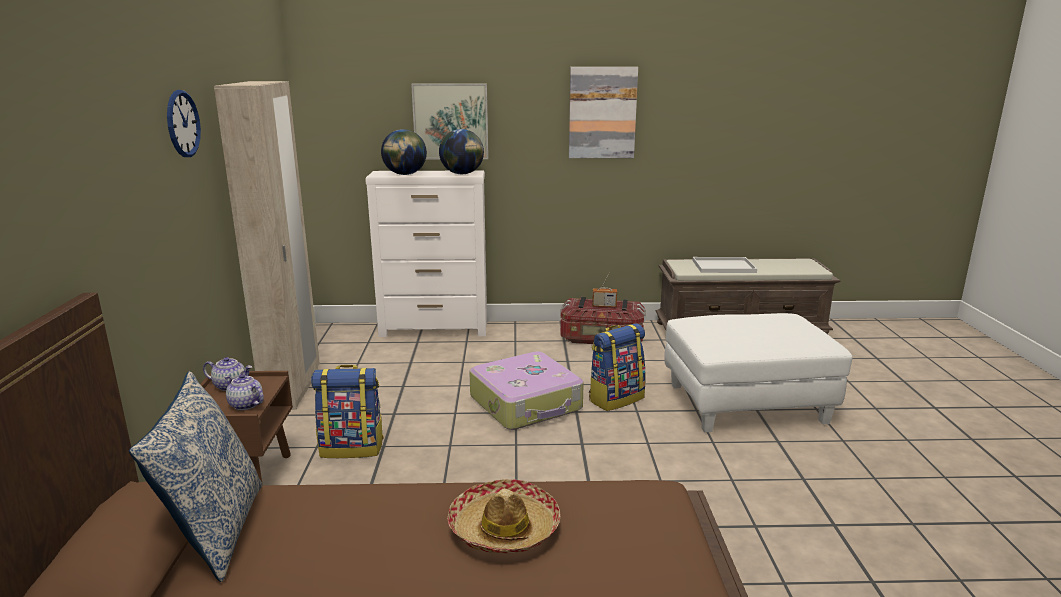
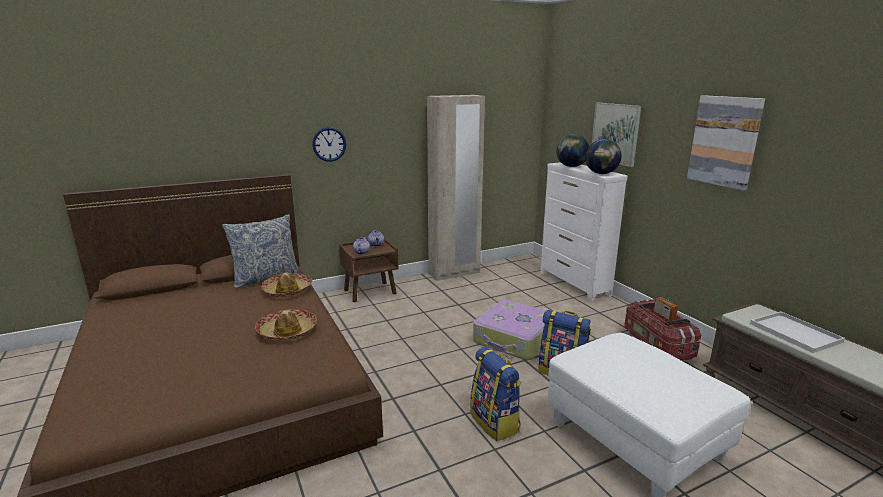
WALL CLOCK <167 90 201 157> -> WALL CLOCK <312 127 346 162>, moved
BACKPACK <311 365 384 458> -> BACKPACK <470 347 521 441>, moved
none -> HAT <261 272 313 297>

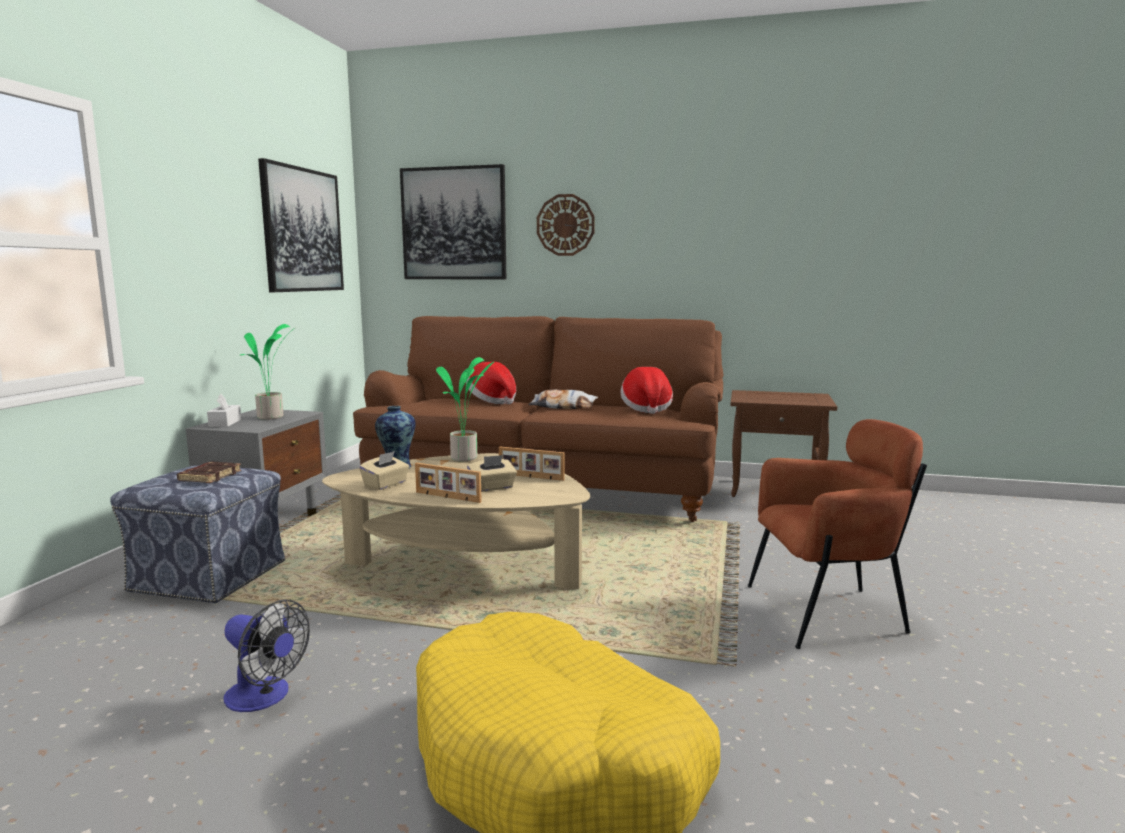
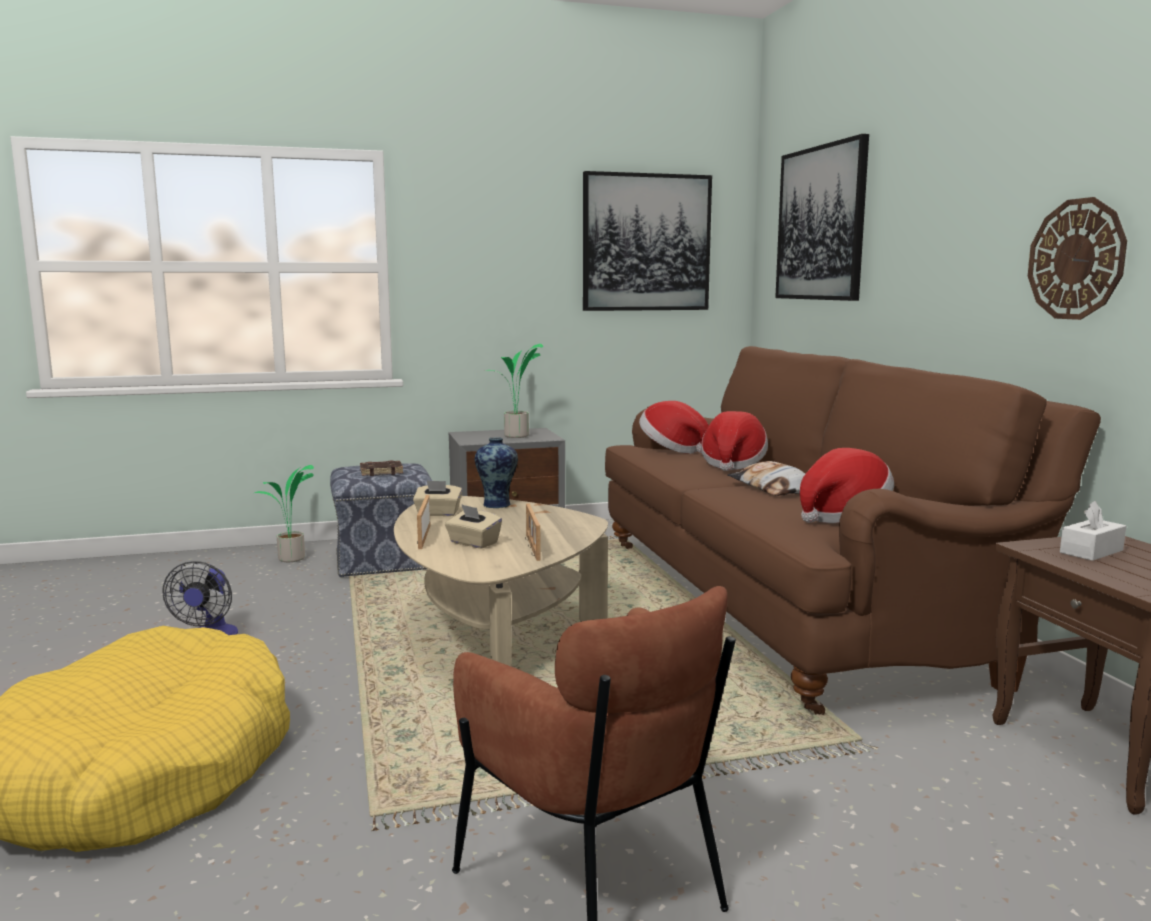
WHITE TISSUE BOX <207 394 241 427> -> WHITE TISSUE BOX <1060 501 1126 561>, moved
POTTED PLANT <436 357 494 461> -> POTTED PLANT <254 465 314 562>, moved
WALL CLOCK <537 194 595 256> -> WALL CLOCK <1028 197 1127 320>, moved
none -> HAT <639 401 709 454>

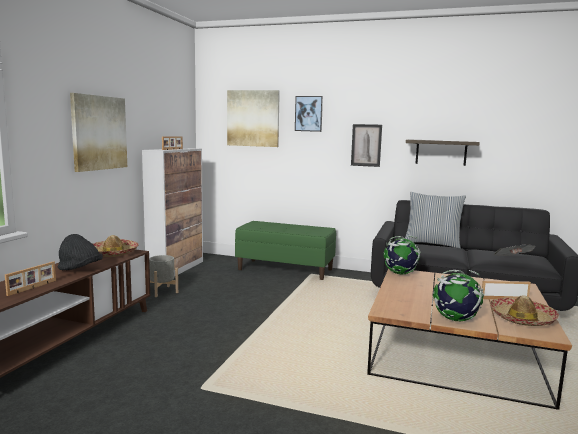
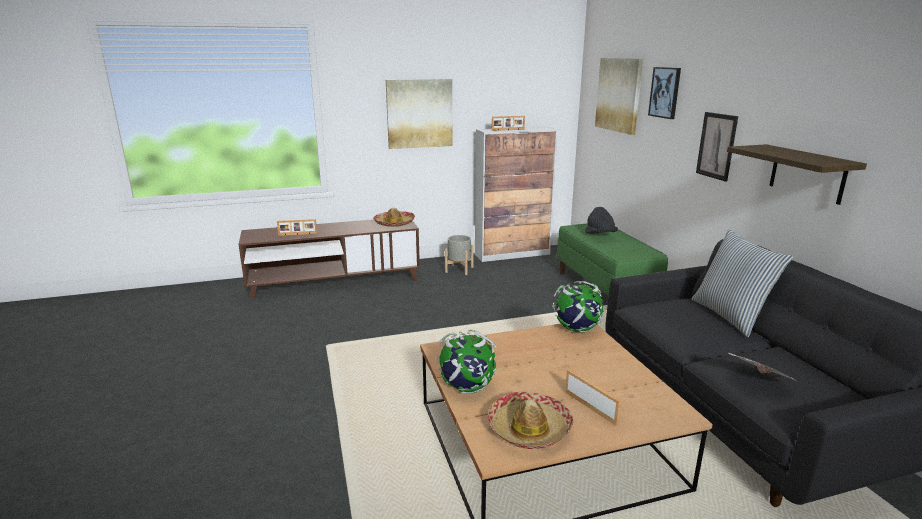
BLACK HAT <58 234 103 270> -> BLACK HAT <585 207 618 234>, moved

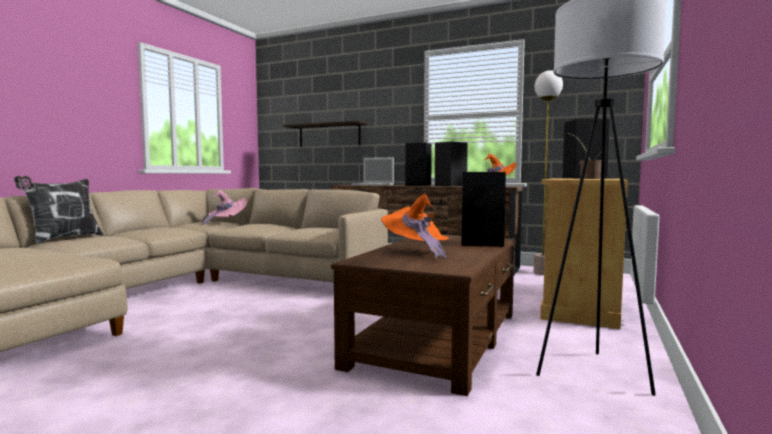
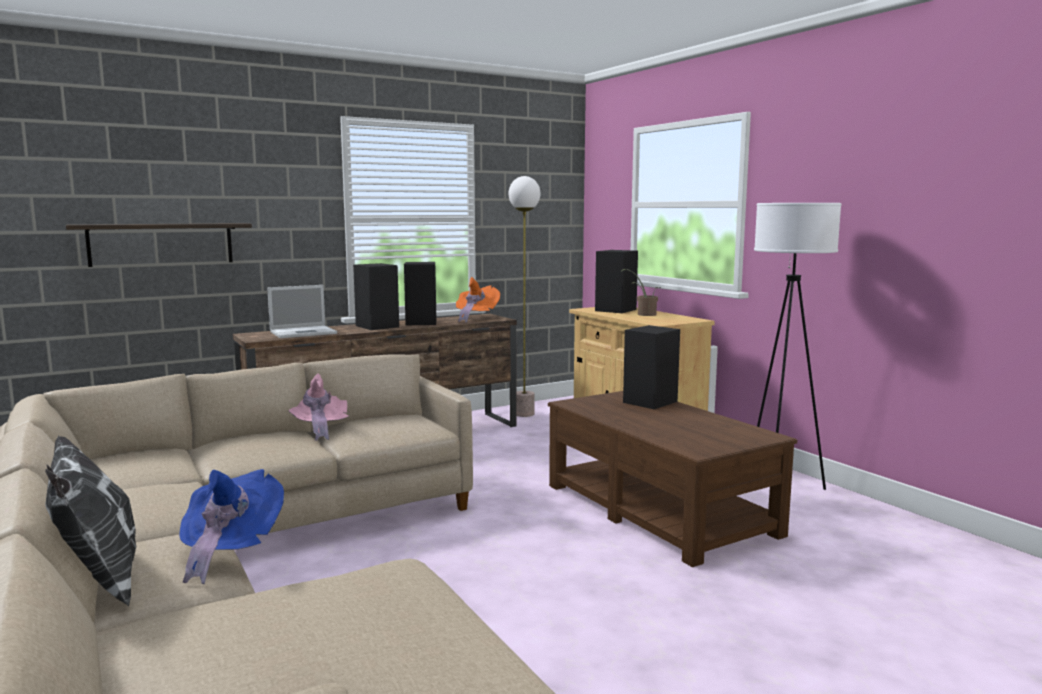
PINK HAT <202 190 247 226> -> PINK HAT <289 374 348 441>, moved
ORANGE HAT <381 194 449 259> -> none
none -> BLUE HAT <179 469 284 584>

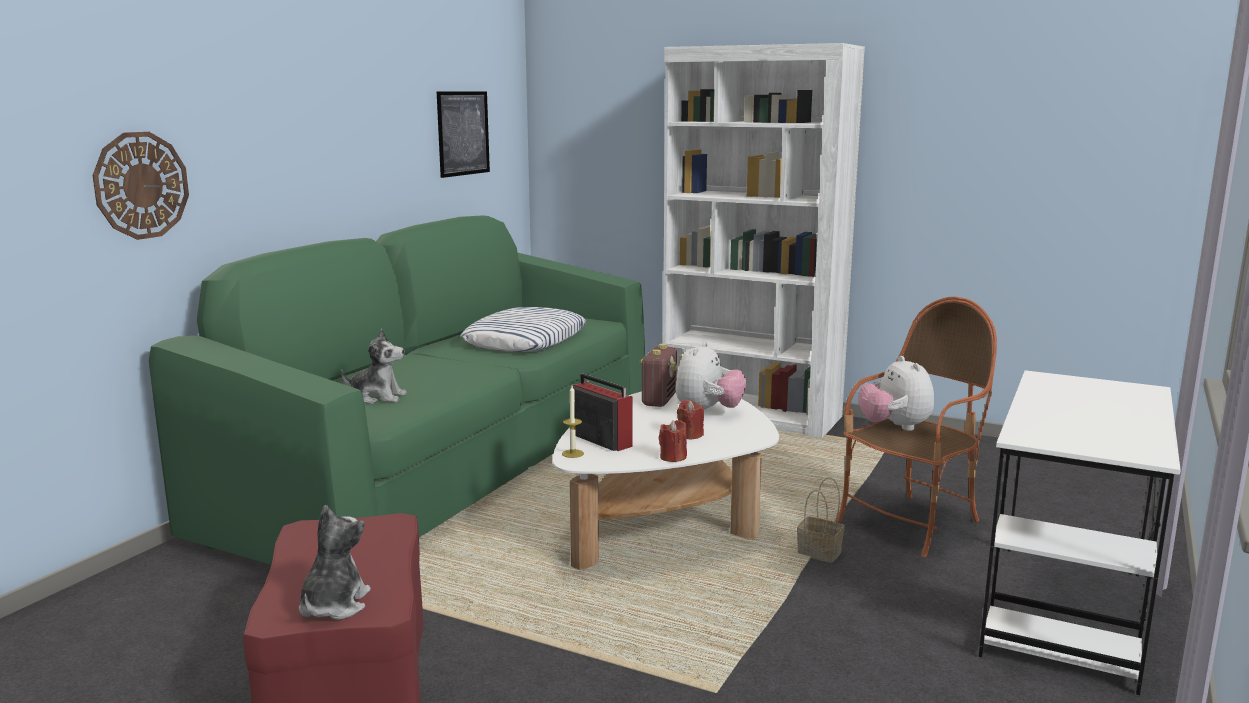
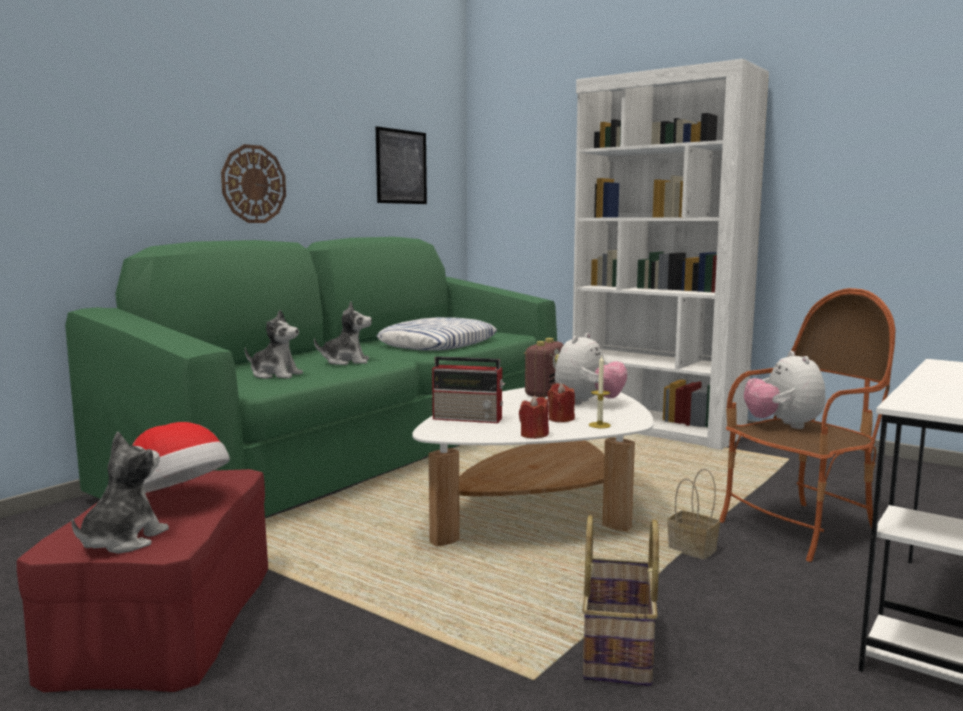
WALL CLOCK <93 132 189 240> -> WALL CLOCK <221 144 286 223>, moved
CANDLE <562 386 584 458> -> CANDLE <589 356 611 428>, moved
RADIO <573 374 633 451> -> RADIO <432 356 505 423>, 135 degrees clockwise
none -> HAT <132 422 230 493>
none -> PLUSH TOY <314 301 372 365>
none -> BASKET <582 515 659 686>

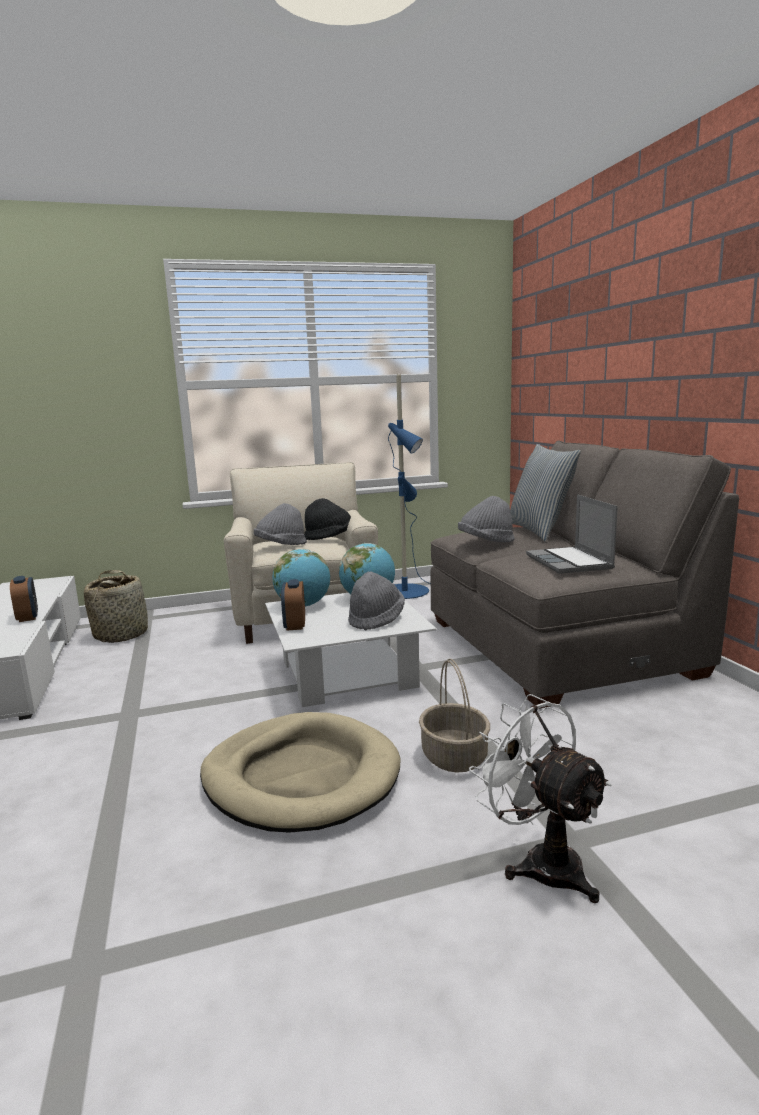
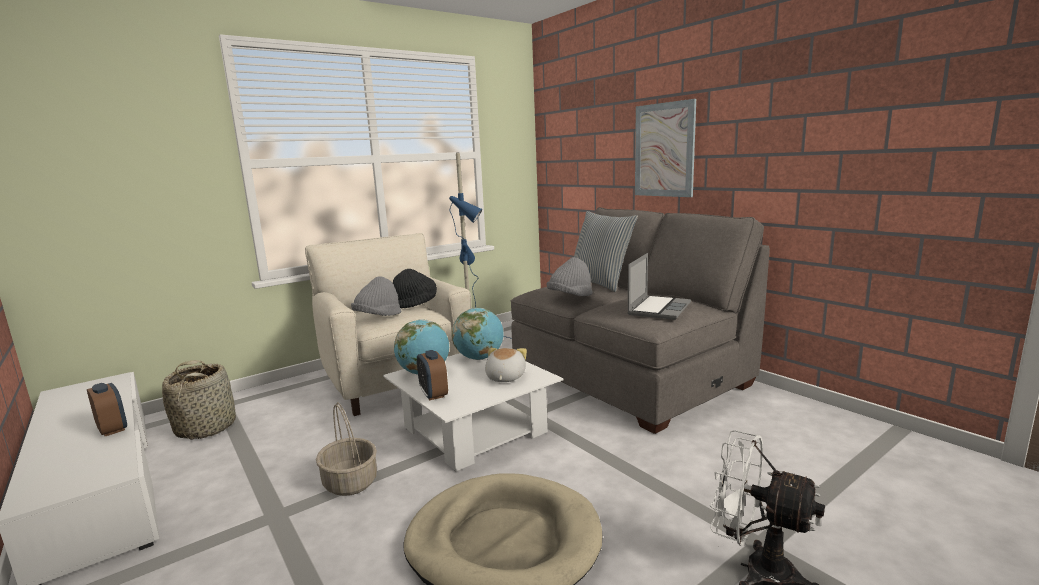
GREY HAT <348 571 405 630> -> PLUSH TOY <485 348 527 382>
BASKET <419 658 490 773> -> BASKET <316 402 377 496>, moved
LAPTOP <526 494 618 574> -> LAPTOP <627 253 691 320>, 120 degrees counterclockwise
none -> PICTURE <635 99 696 197>

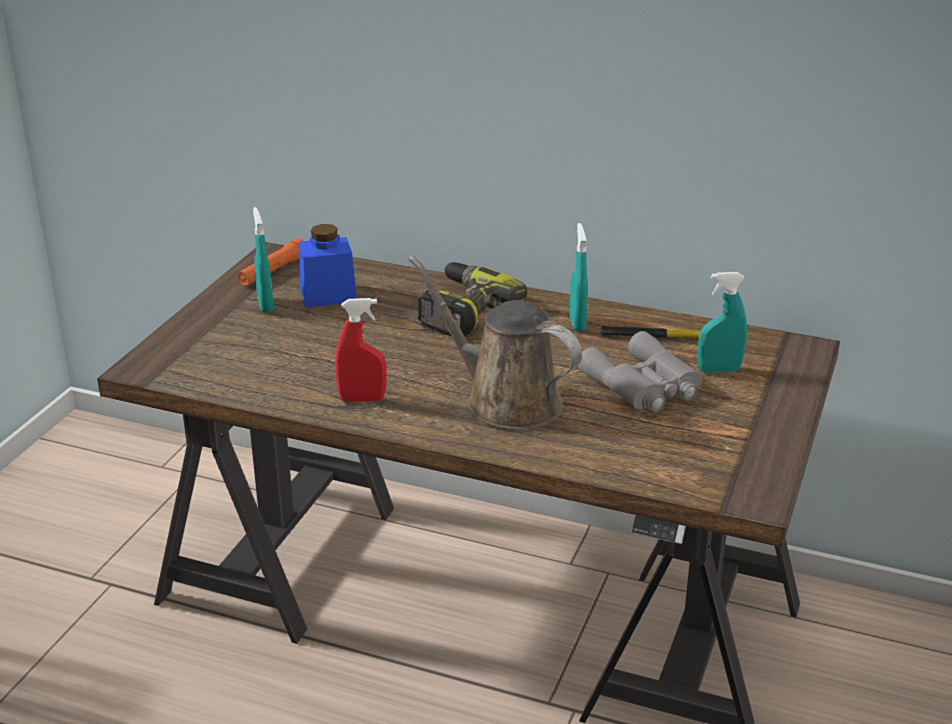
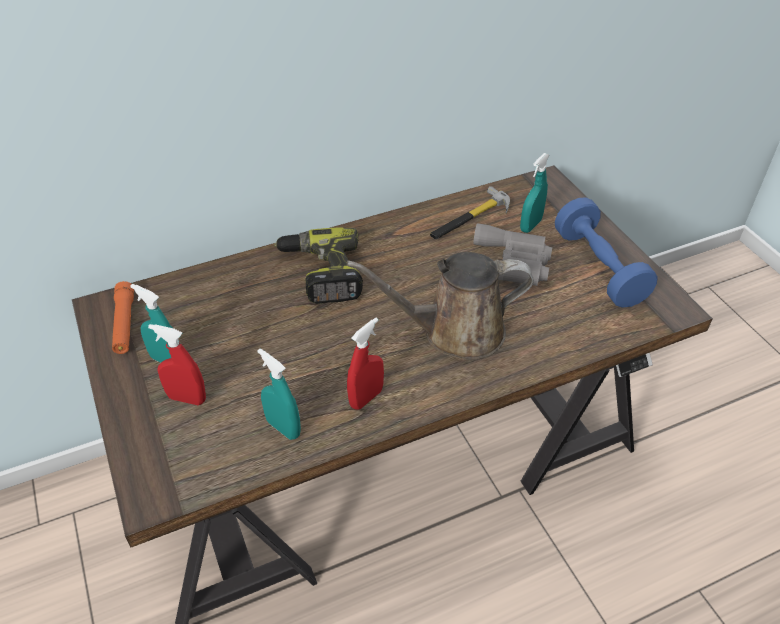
BLUE JAR <299 224 357 308> -> none
TURQUOISE SPRAY BOTTLE <570 223 588 331> -> TURQUOISE SPRAY BOTTLE <257 349 301 440>, moved
none -> RED SPRAY BOTTLE <148 324 206 405>
none -> BLUE DUMBBELL <555 197 658 308>

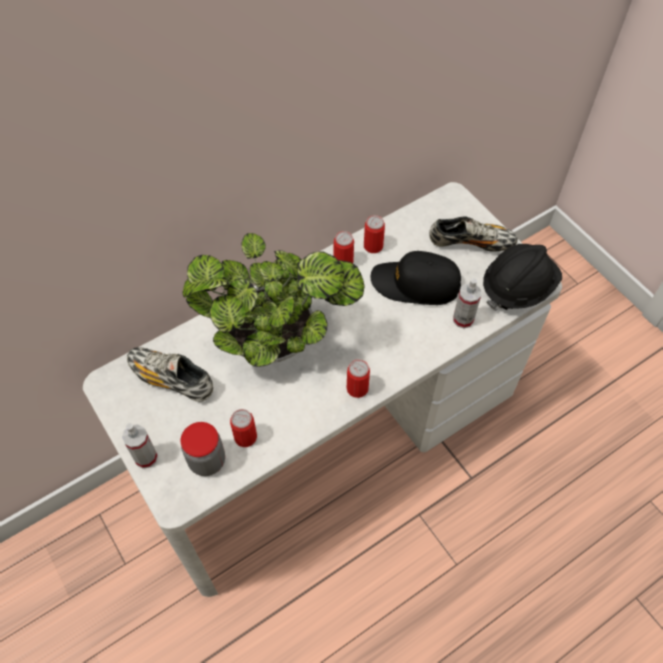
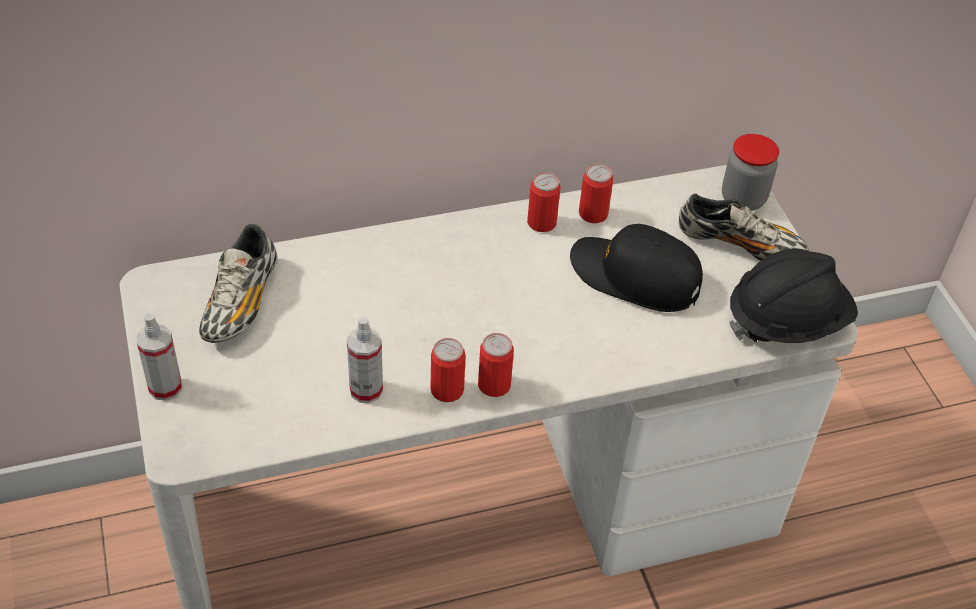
SHOE <127 347 213 402> -> SHOE <199 224 278 343>, 120 degrees counterclockwise
JAR <181 422 225 476> -> JAR <722 134 779 211>, moved
POTTED PLANT <182 233 365 367> -> none
CAN <230 409 257 447> -> CAN <430 338 466 402>, moved
SPRAY BOTTLE <453 278 481 328> -> SPRAY BOTTLE <347 316 383 403>, moved

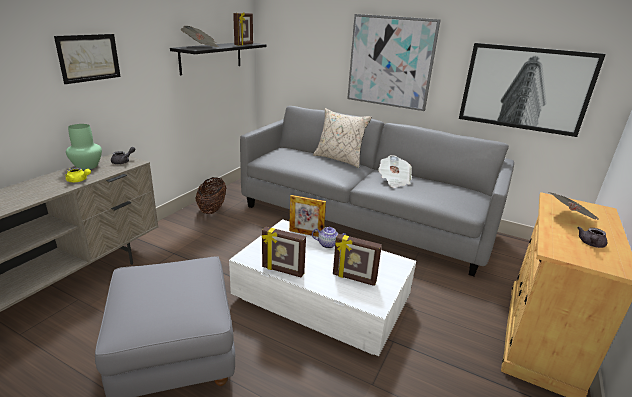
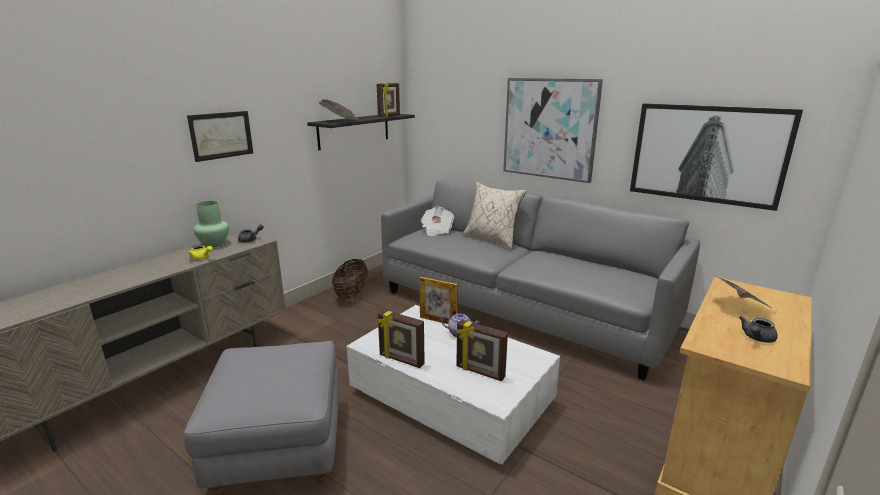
NEWSPAPER <378 155 412 188> -> NEWSPAPER <421 207 454 236>, moved

